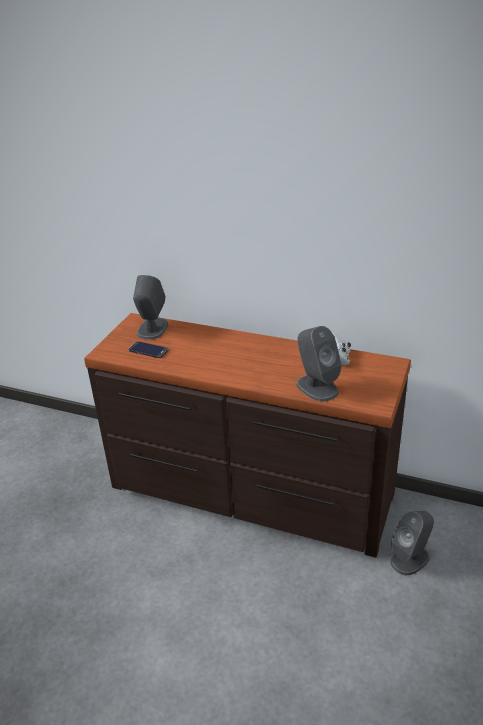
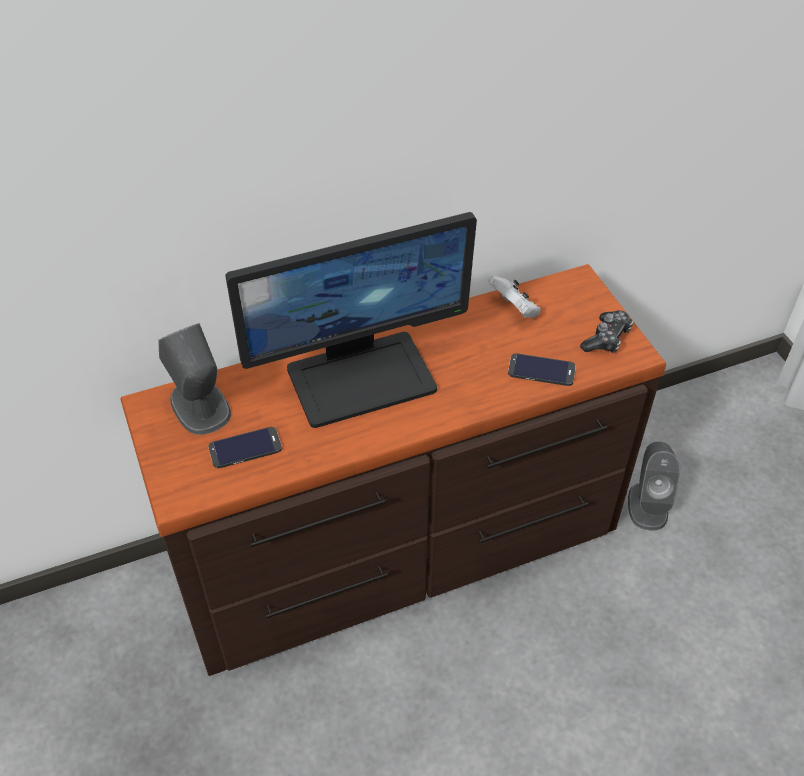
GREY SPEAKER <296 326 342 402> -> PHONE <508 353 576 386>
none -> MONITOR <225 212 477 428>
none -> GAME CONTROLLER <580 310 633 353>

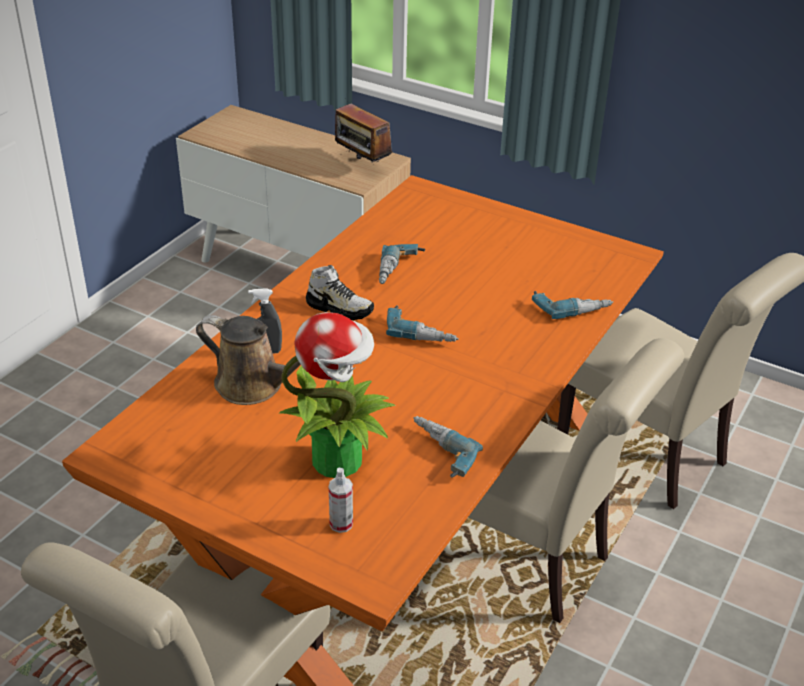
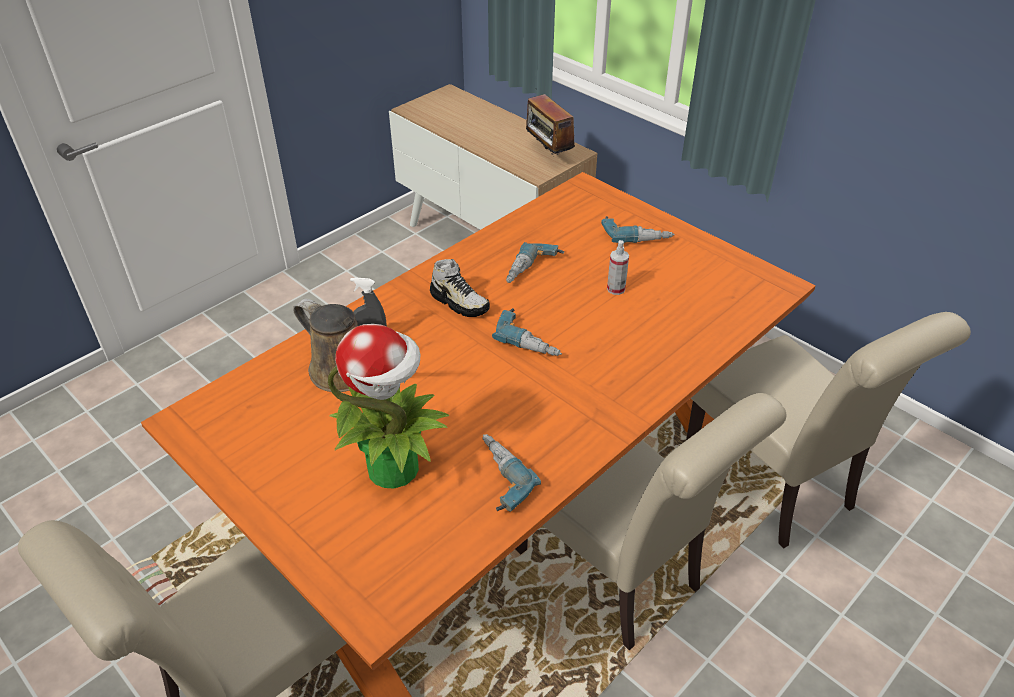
SPRAY BOTTLE <329 468 353 533> -> SPRAY BOTTLE <607 240 629 295>, moved
POWER DRILL <532 291 613 319> -> POWER DRILL <601 216 674 243>, moved

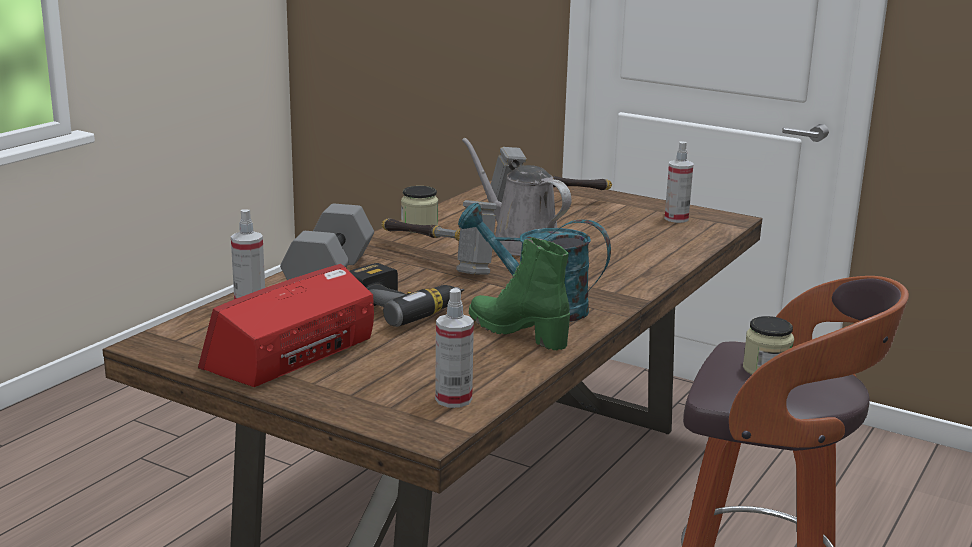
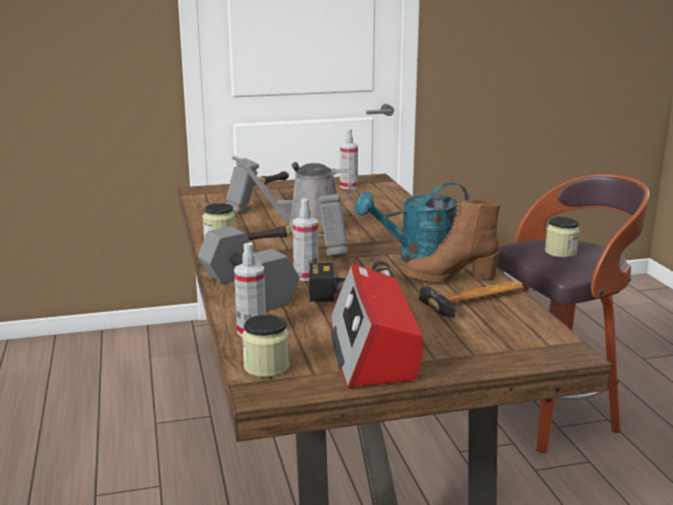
SPRAY BOTTLE <435 288 474 408> -> SPRAY BOTTLE <293 198 318 281>, moved
GREEN BOOT <469 238 570 350> -> BROWN BOOT <405 200 500 283>
none -> JAR <242 314 290 377>
none -> HAMMER <419 281 524 318>

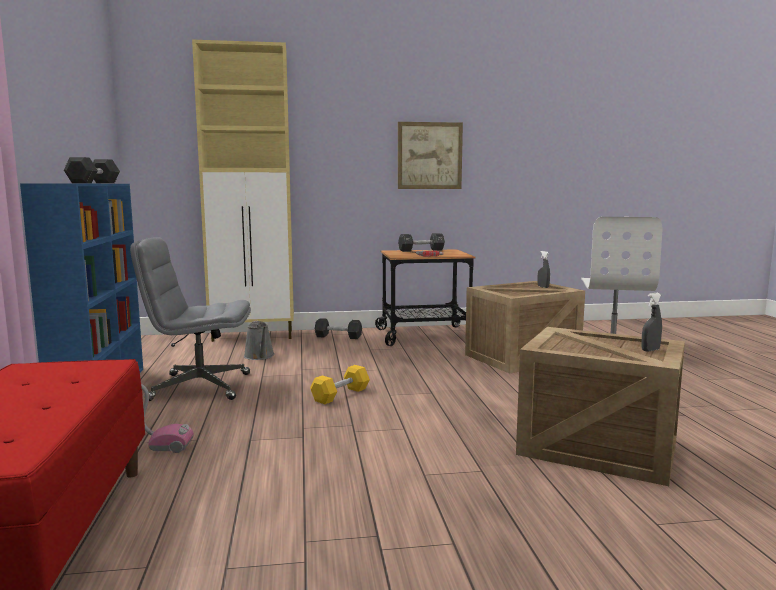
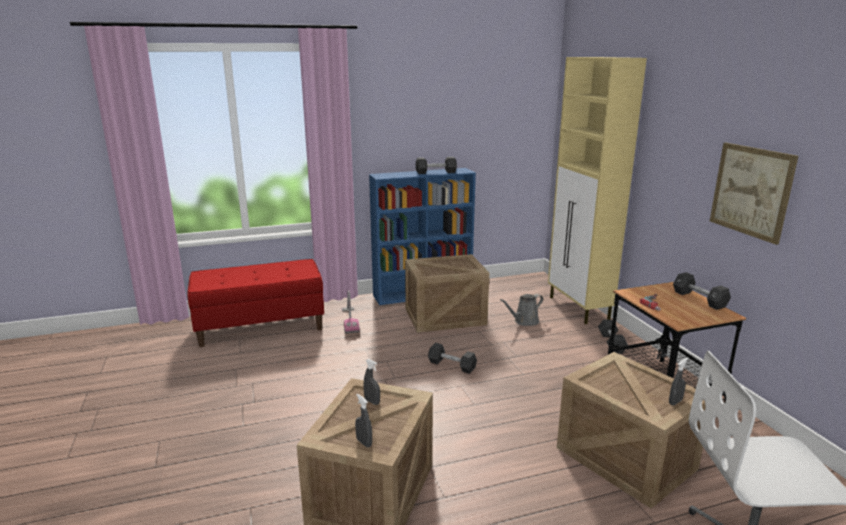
GREY OFFICE CHAIR <130 237 251 401> -> CRATE <405 254 489 333>
YELLOW DUMBBELL <310 365 370 404> -> BLACK DUMBBELL <428 343 477 374>
none -> GREY SPRAY BOTTLE <364 359 380 405>

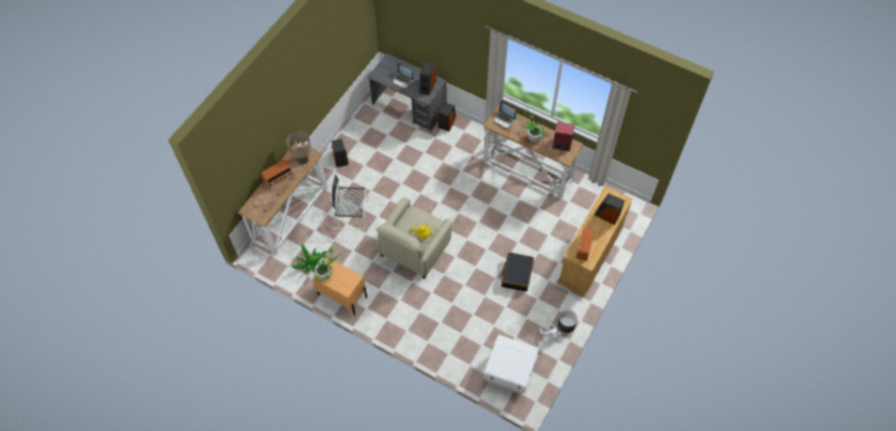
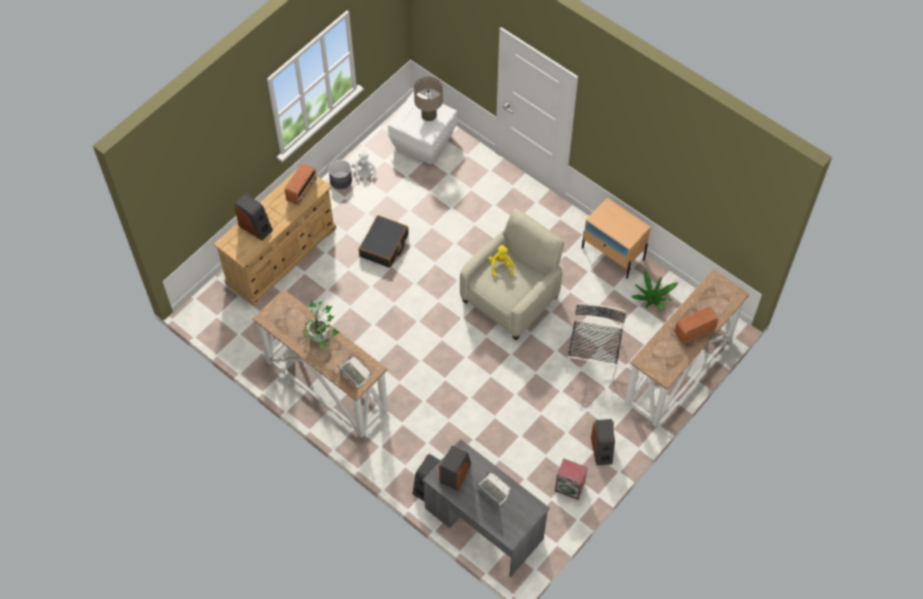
BEIGE TABLE LAMP <286 131 311 165> -> BEIGE TABLE LAMP <414 77 443 121>, moved
POTTED PLANT <306 248 345 283> -> none
BLACK CHAIR <331 174 368 230> -> BLACK CHAIR <566 303 626 382>, 90 degrees counterclockwise
SPEAKER <552 121 575 152> -> SPEAKER <555 459 588 500>, moved

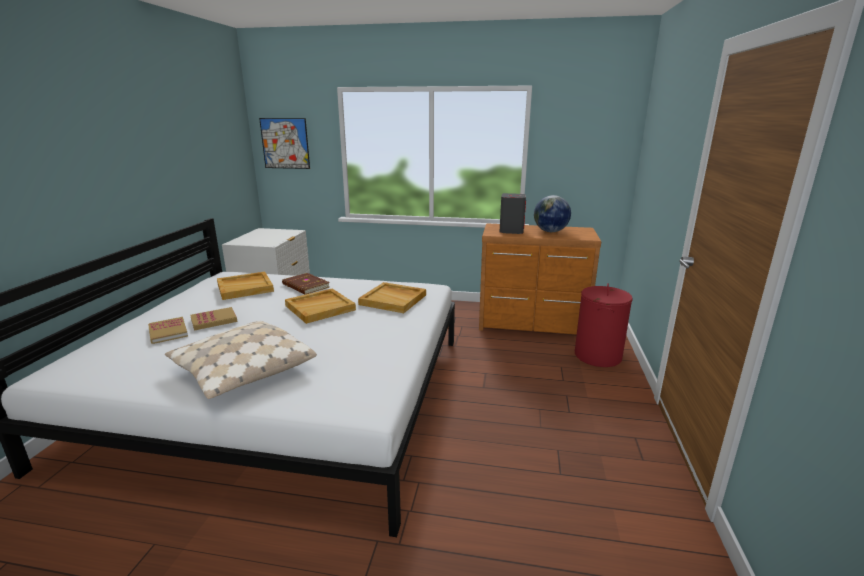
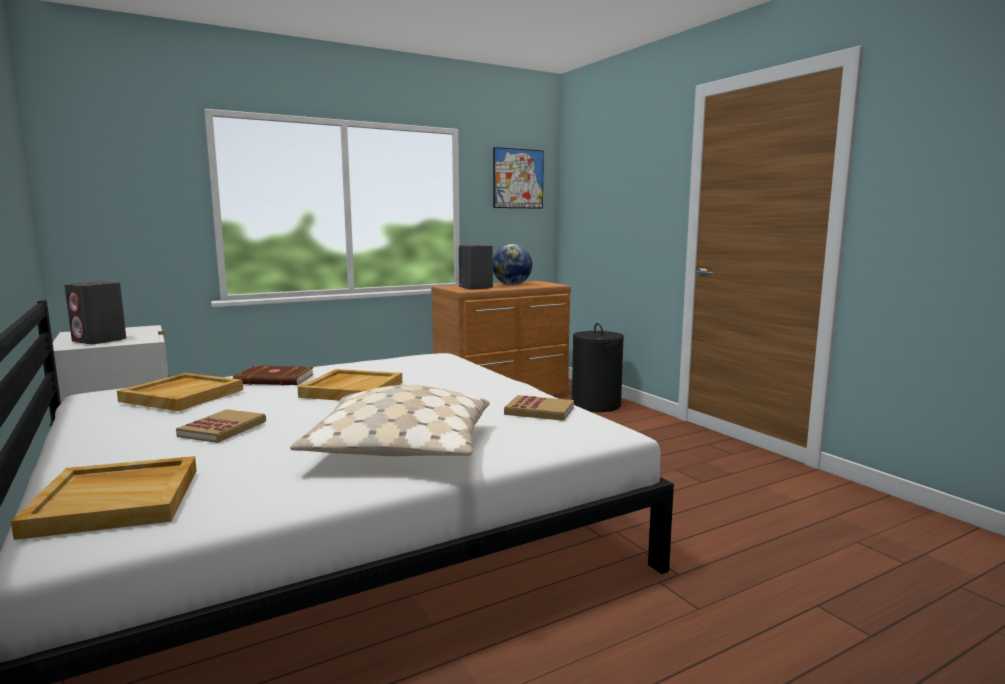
BOOK <148 317 188 344> -> BOOK <504 395 574 421>, moved
PICTURE <259 118 310 169> -> PICTURE <493 147 544 209>, moved
BEIGE TRAY <358 282 426 313> -> BEIGE TRAY <11 456 197 540>, moved
RED LAUNDRY BASKET <575 283 633 367> -> BLACK LAUNDRY BASKET <572 323 624 412>
none -> GREY SPEAKER <64 281 126 344>

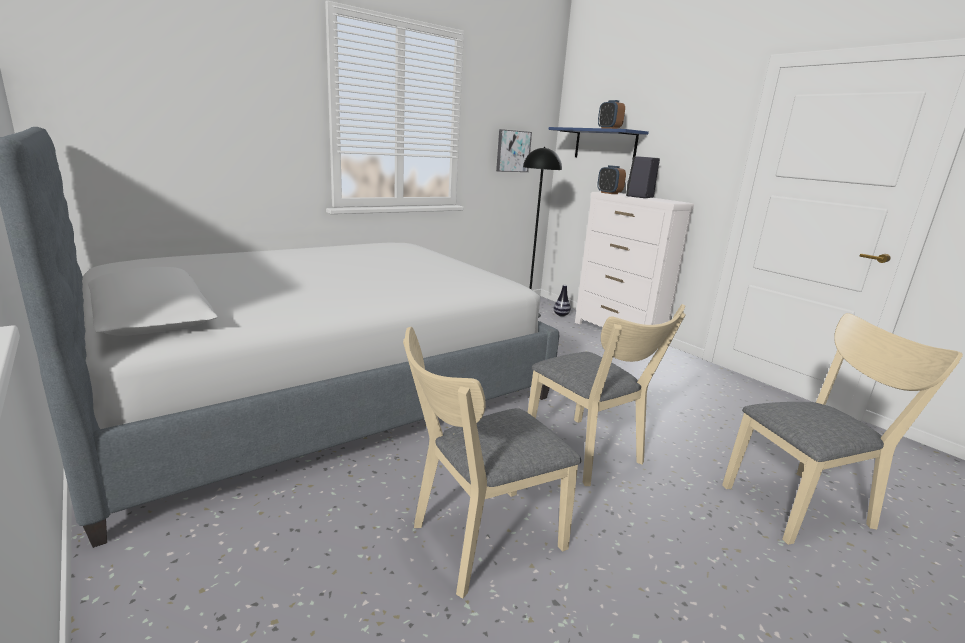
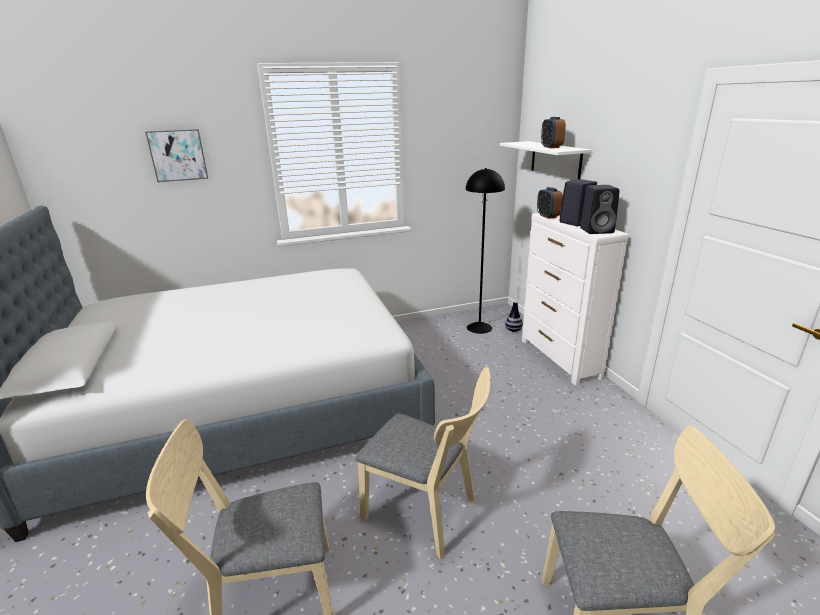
PICTURE <496 129 532 172> -> PICTURE <145 129 208 182>, moved
BEIGE CHAIR <528 304 686 486> -> BEIGE CHAIR <356 367 491 560>, 45 degrees counterclockwise
BLUE SHELF <548 127 649 161> -> WHITE SHELF <500 141 591 180>
none -> BLACK SPEAKER <580 185 619 234>

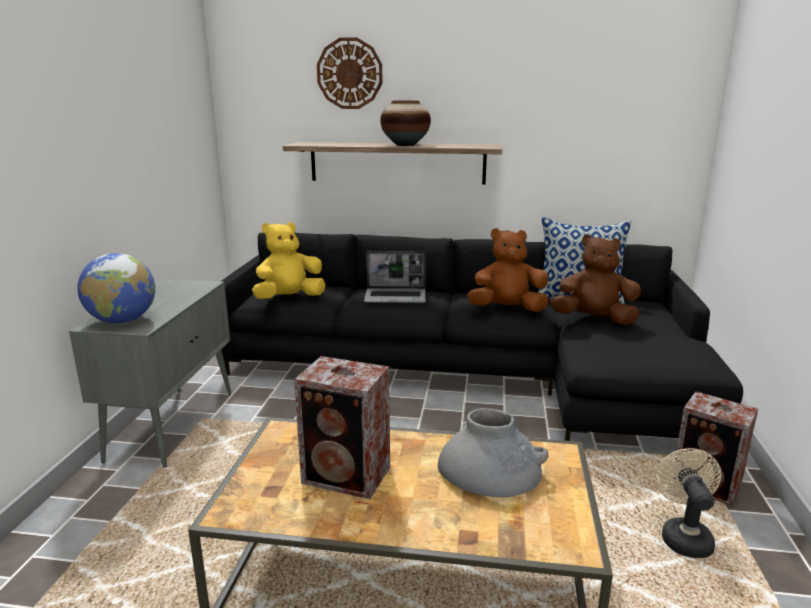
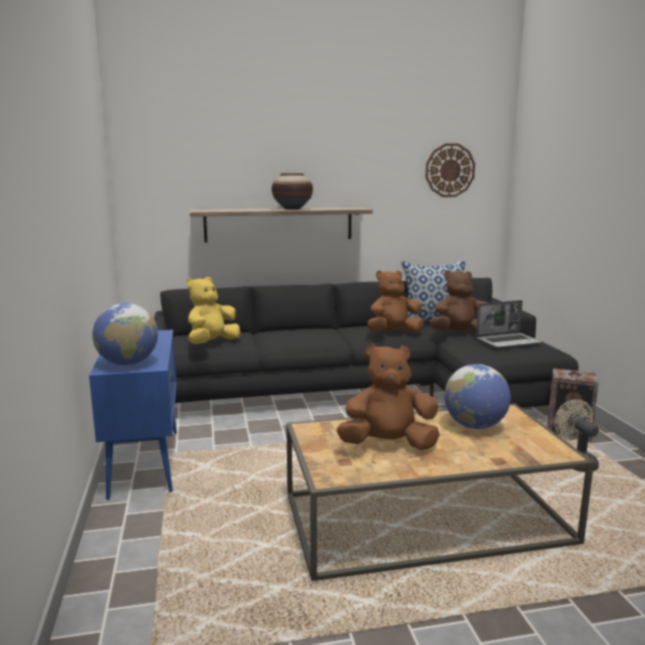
GREY CABINET <69 279 232 468> -> BLUE CABINET <89 330 177 500>
SPEAKER <294 356 390 499> -> BROWN PLUSH TOY <336 344 439 450>
WALL CLOCK <317 37 382 109> -> WALL CLOCK <425 143 475 197>, moved
LAPTOP <364 251 426 303> -> LAPTOP <476 300 542 348>, moved
GREY VASE <438 408 549 497> -> GLOBE <444 364 511 429>

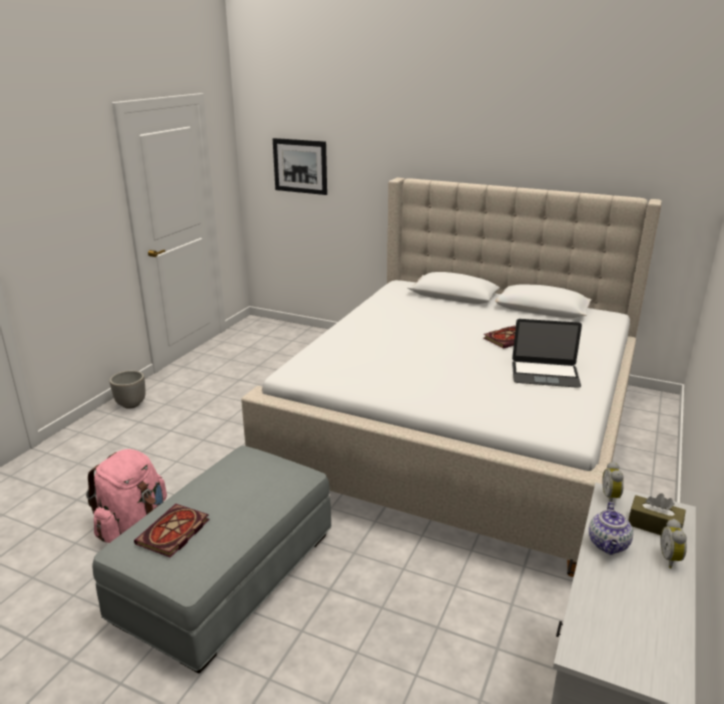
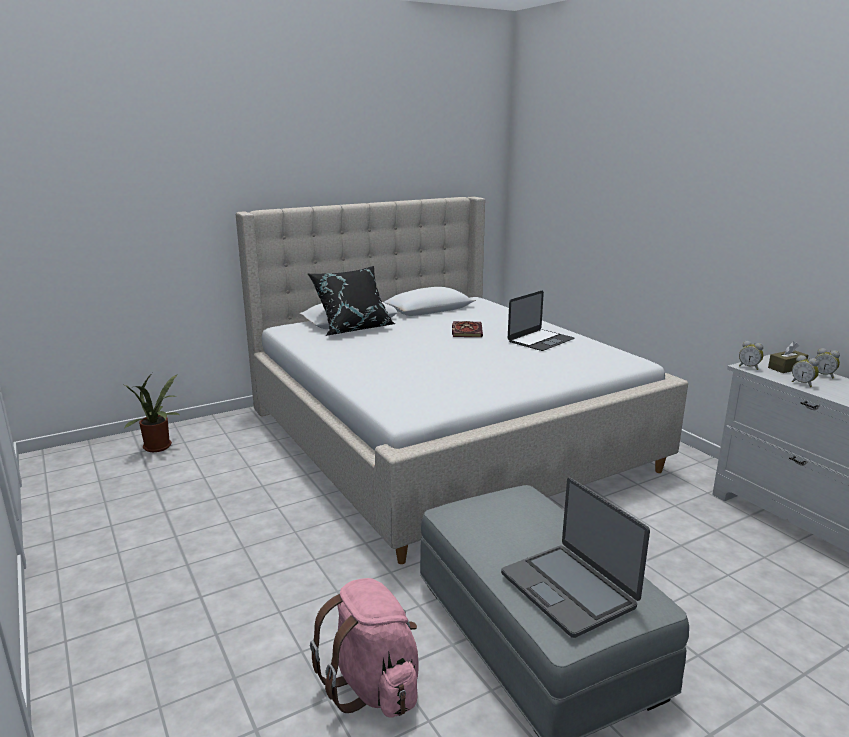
PLANTER <110 370 146 409> -> none
BOOK <134 504 210 558> -> LAPTOP <501 478 650 638>
PICTURE <273 138 327 195> -> none
TEAPOT <589 502 633 555> -> ALARM CLOCK <792 355 819 387>
none -> POTTED PLANT <124 373 181 452>
none -> BLACK PILLOW <307 266 395 336>

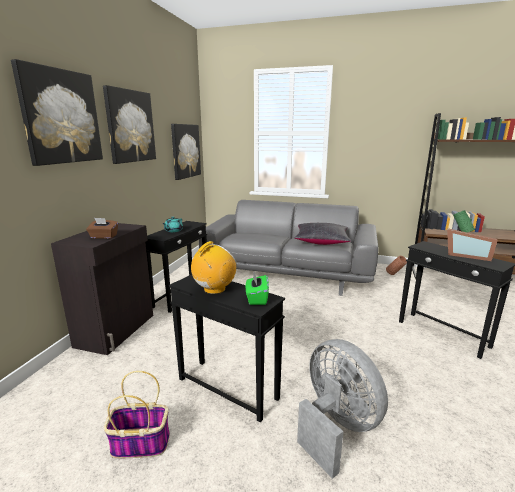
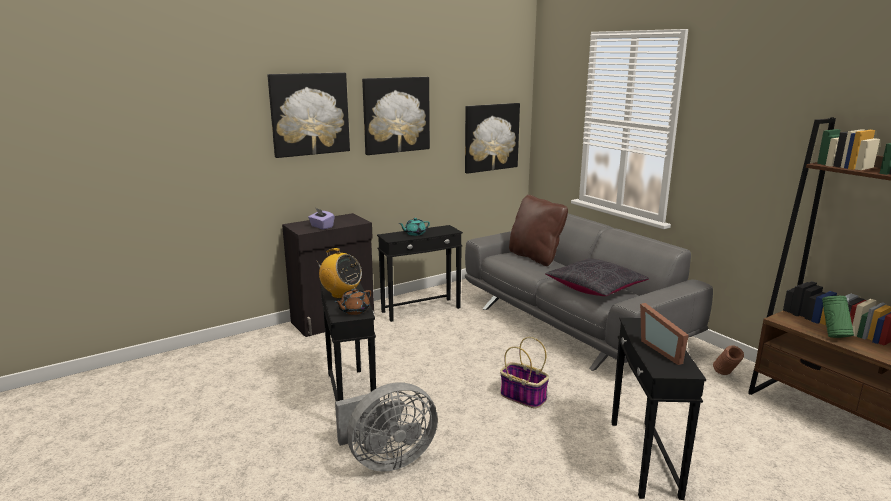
BROWN TISSUE BOX <86 218 118 239> -> PURPLE TISSUE BOX <308 208 335 230>
BASKET <104 371 170 458> -> BASKET <500 337 549 409>, moved
RADIO <191 241 237 294> -> RADIO <317 248 362 299>, 45 degrees clockwise
GREEN TISSUE BOX <246 272 269 305> -> BROWN TEAPOT <334 289 371 315>
GREY FAN <297 339 388 479> -> GREY FAN <335 382 438 472>, 60 degrees clockwise
none -> BROWN PILLOW <509 195 568 266>

